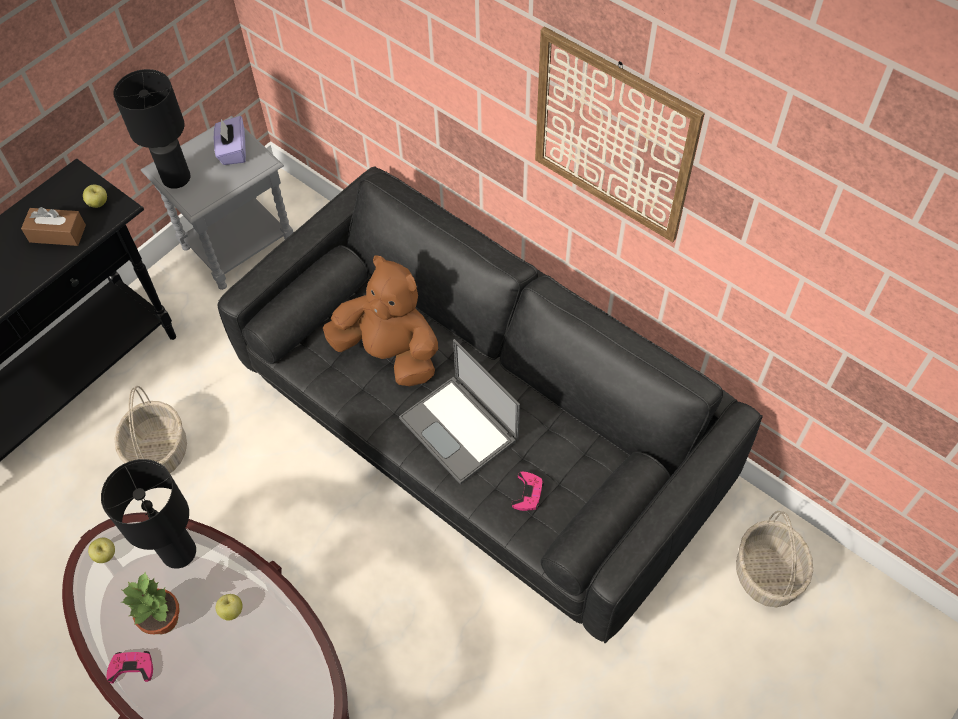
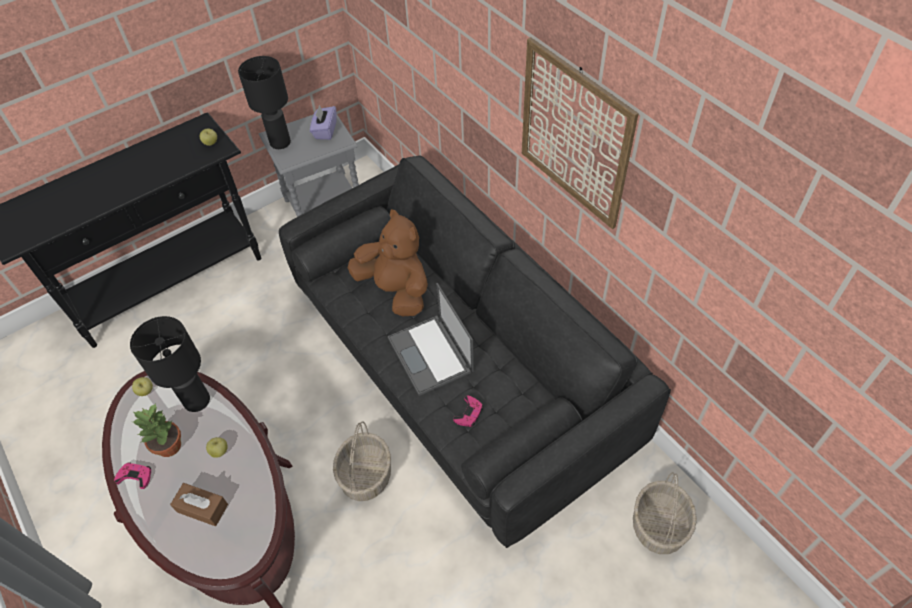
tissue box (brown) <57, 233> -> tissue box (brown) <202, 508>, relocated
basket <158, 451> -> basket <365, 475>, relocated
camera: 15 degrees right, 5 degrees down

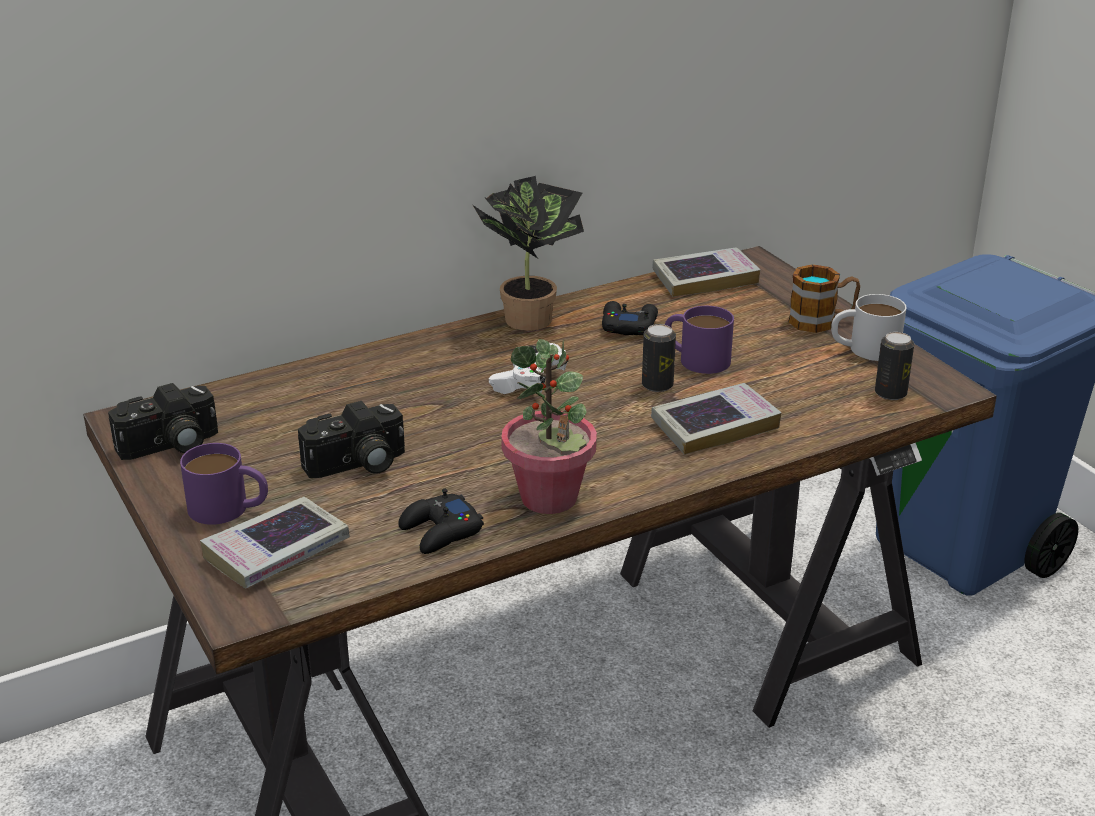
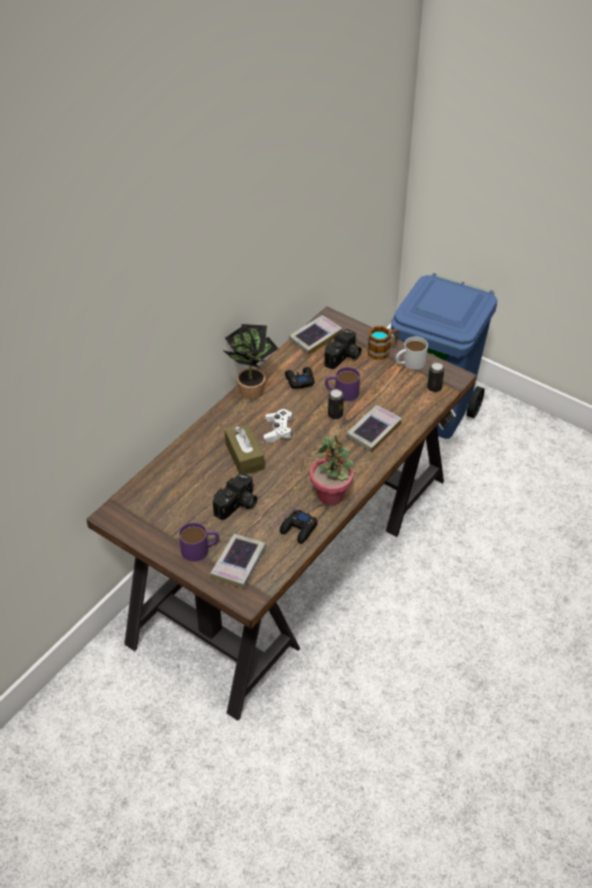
none -> tissue box (brown) <244, 456>
photo camera <170, 446> -> photo camera <344, 358>, relocated
camera: 25 degrees left, 15 degrees up

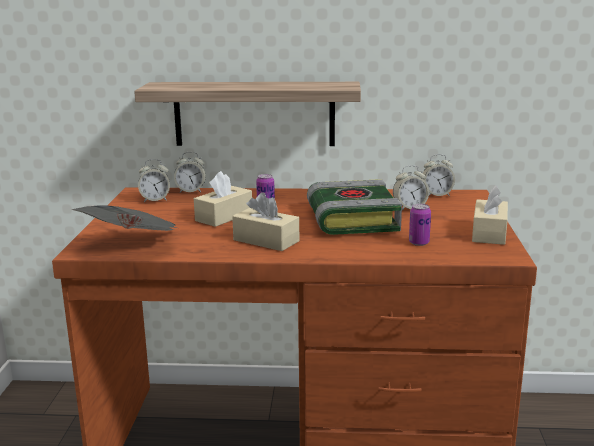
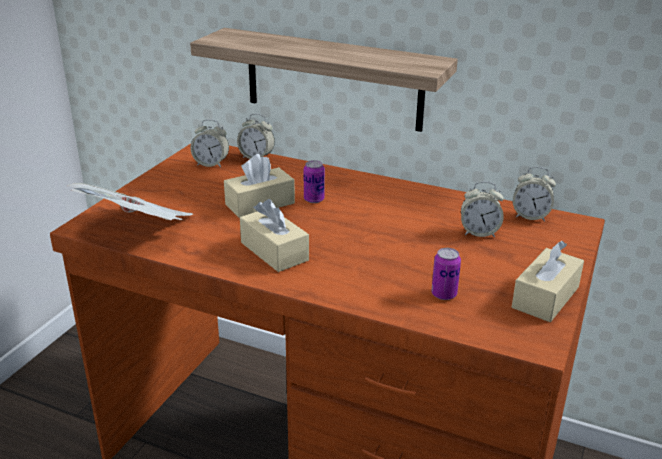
book <350, 219> -> none
camera: 20 degrees right, 10 degrees up

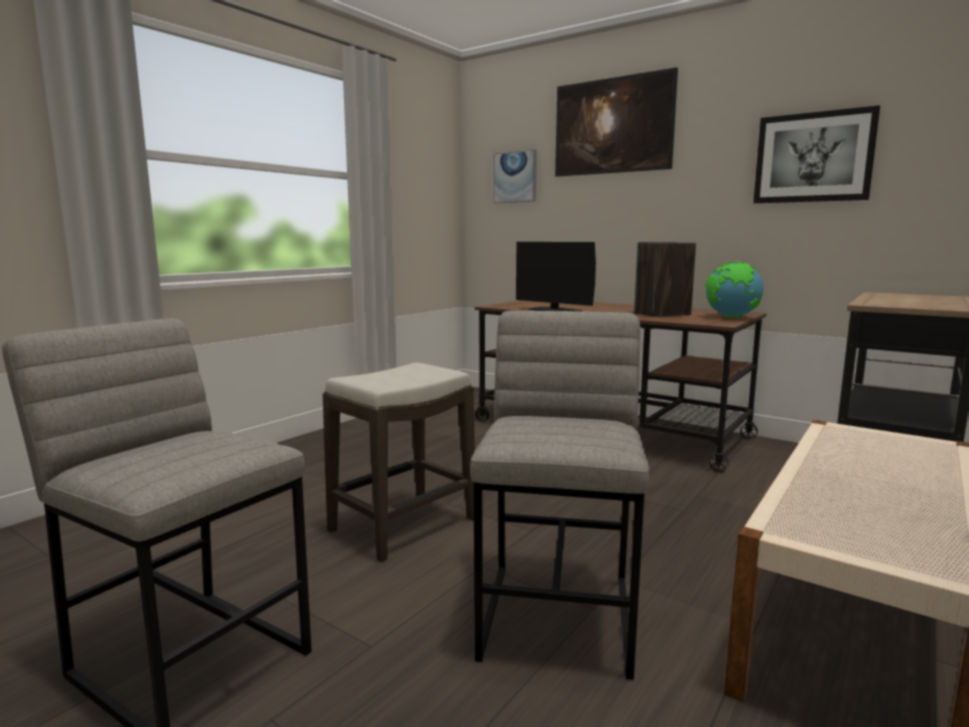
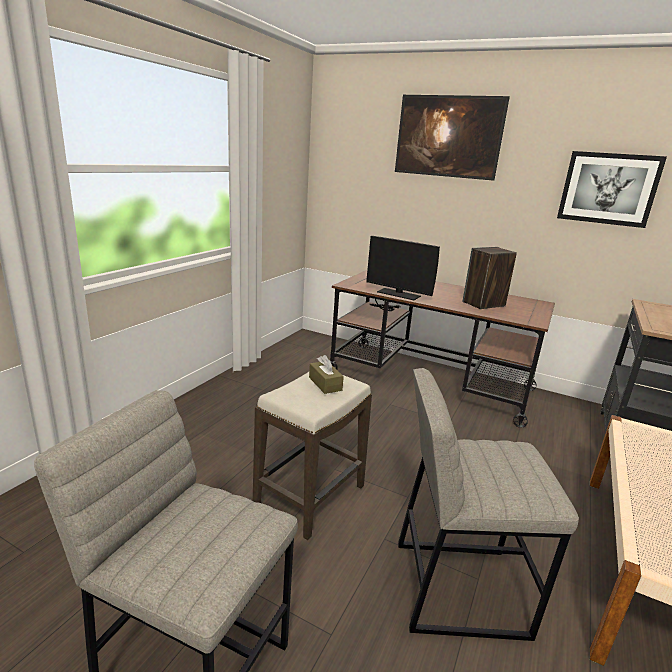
none -> tissue box (brown) <325, 384>
chair (grey) <557, 614> -> chair (grey) <455, 587>, 90 degrees counterclockwise
picture <515, 177> -> none
globe <731, 317> -> none
camera: 10 degrees left, 10 degrees up

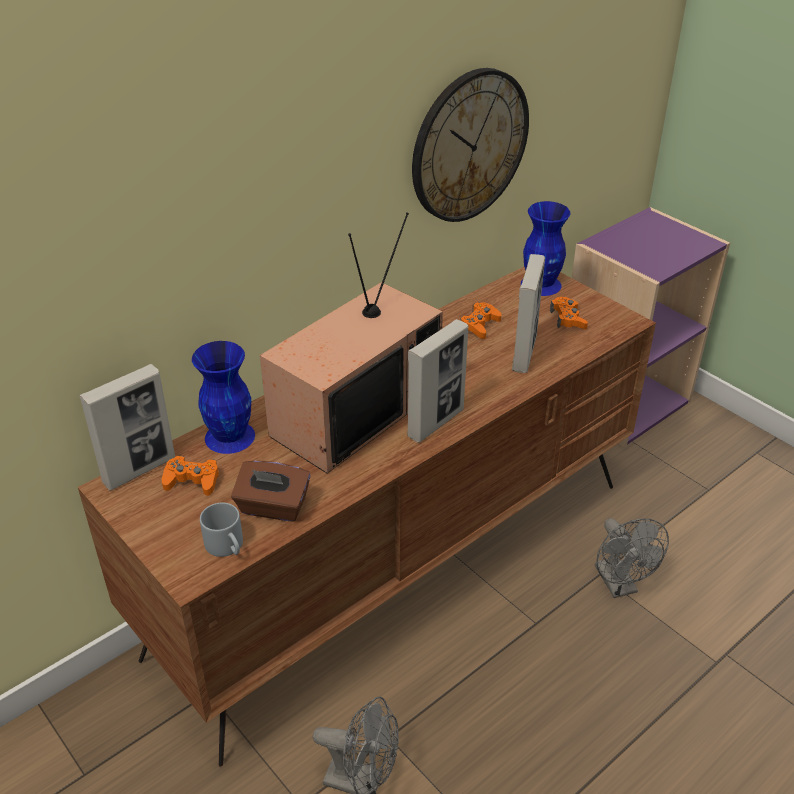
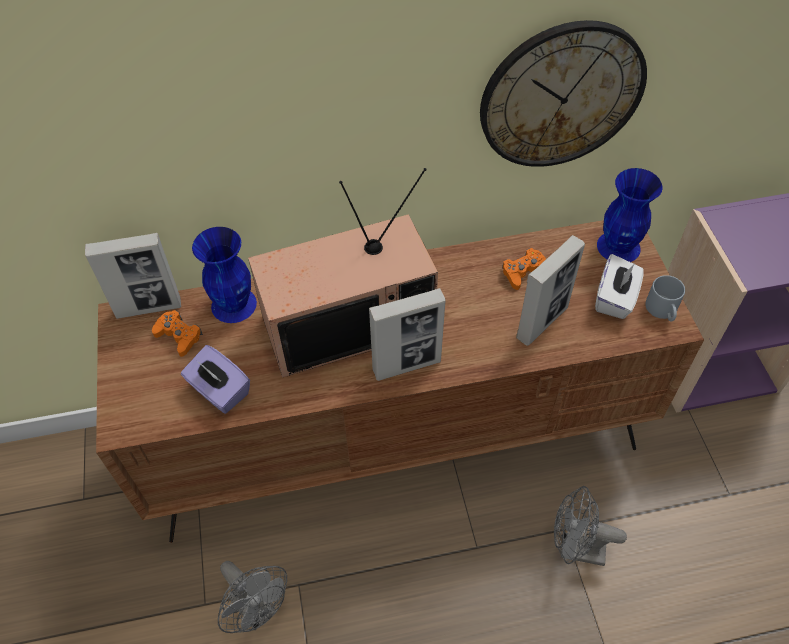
tissue box (brown) <273, 507> -> tissue box (purple) <219, 391>
fan (grey) <619, 585> -> fan (grey) <575, 549>, 90 degrees clockwise
game controller (orange) <568, 319> -> tissue box (white) <615, 299>
mug (grey) <228, 546> -> mug (grey) <663, 311>, relocated
camera: 30 degrees right, 15 degrees up

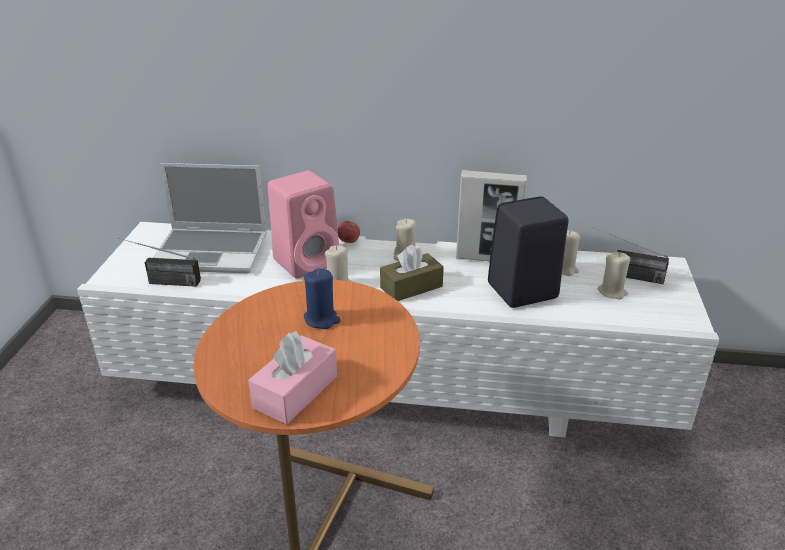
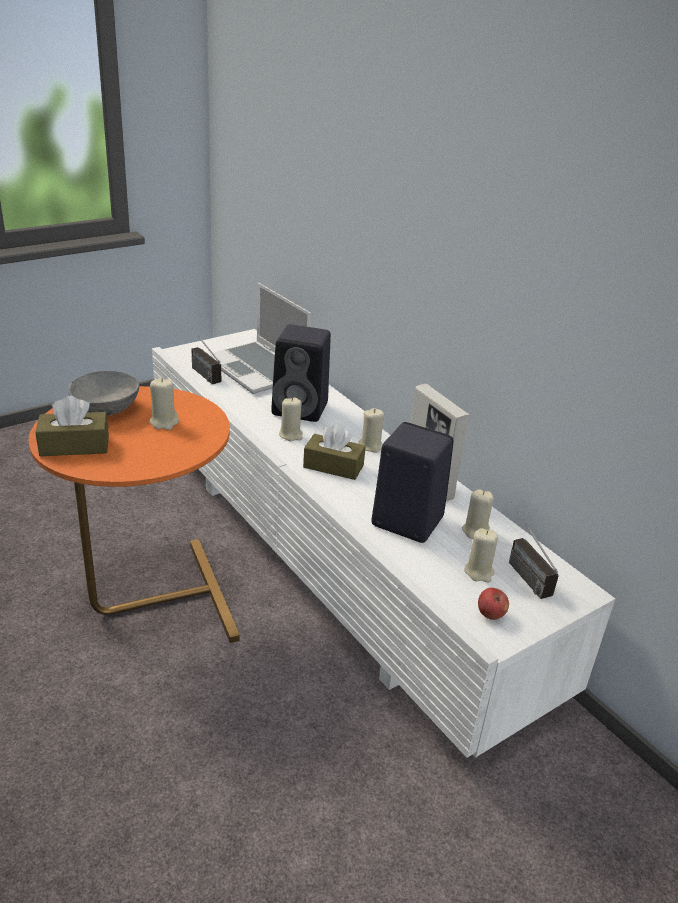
tissue box (pink) <295, 392> -> tissue box (brown) <74, 445>
none -> bowl (grey) <107, 408>
candle (blue) <322, 319> -> candle (beige) <164, 422>
speaker (pink) <308, 261> -> speaker (black) <302, 409>
apple <349, 241> -> apple <490, 614>, relocated
camera: 45 degrees right, 0 degrees up

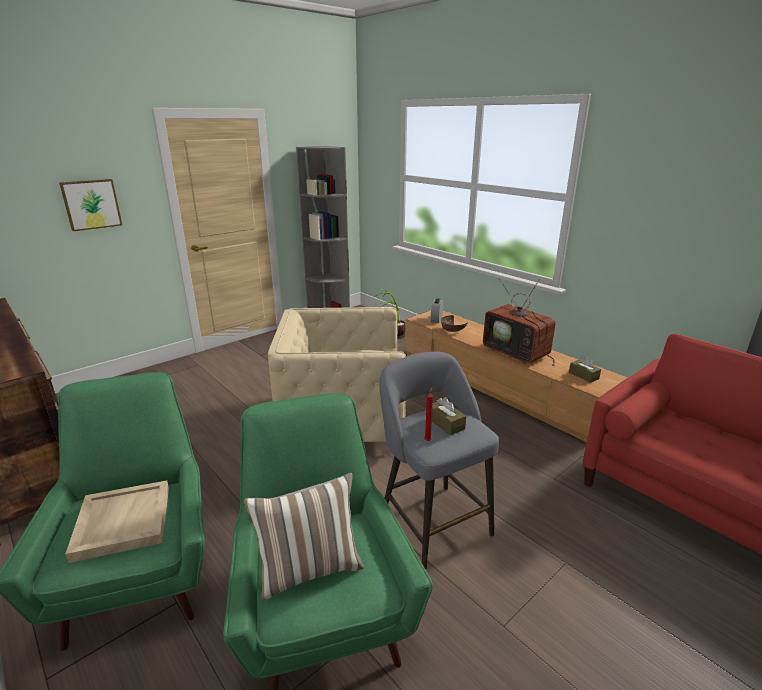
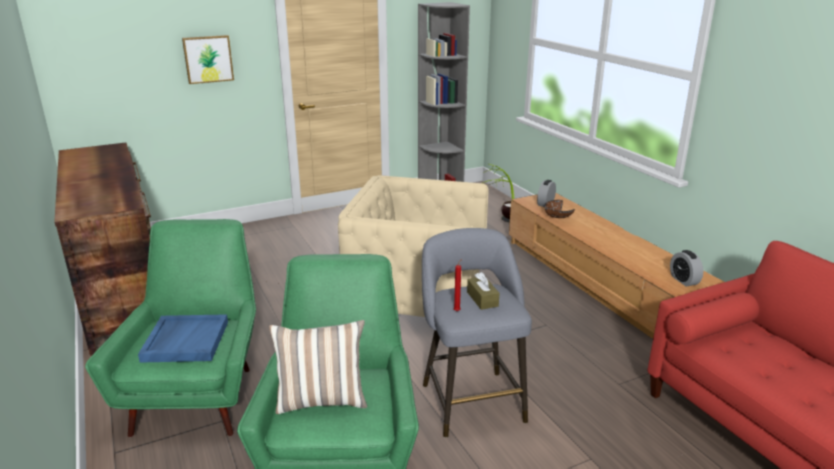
tray (beige) <122, 522> -> tray (blue) <185, 341>
tissue box (brown) <583, 375> -> alarm clock <683, 280>
television <518, 353> -> none
camera: 15 degrees right, 0 degrees up

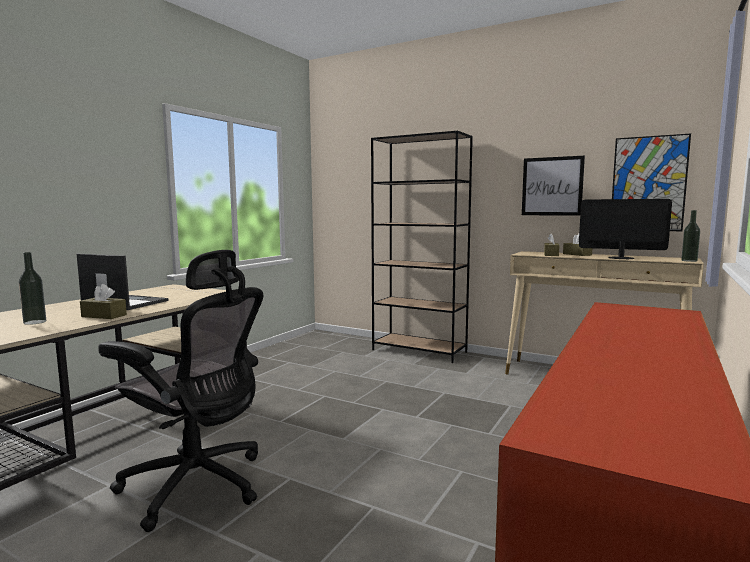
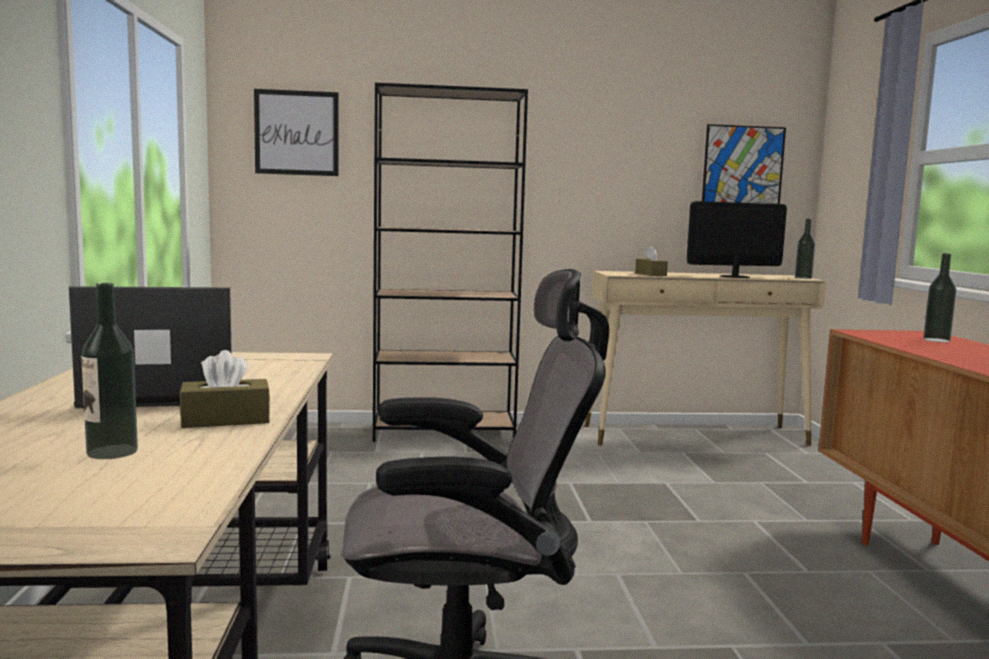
picture <552, 186> -> picture <297, 133>, relocated
none -> bottle <936, 340>
tissue box (brown) <577, 254> -> none
camera: 35 degrees left, 0 degrees up

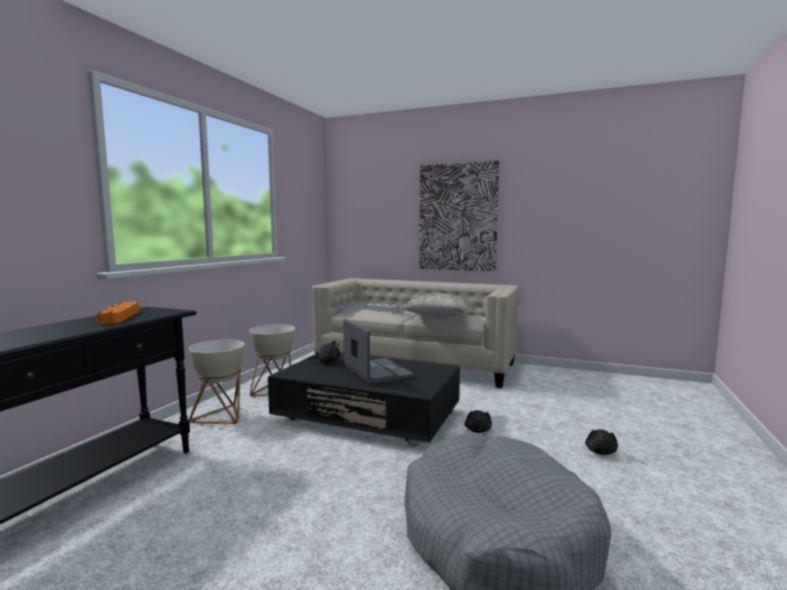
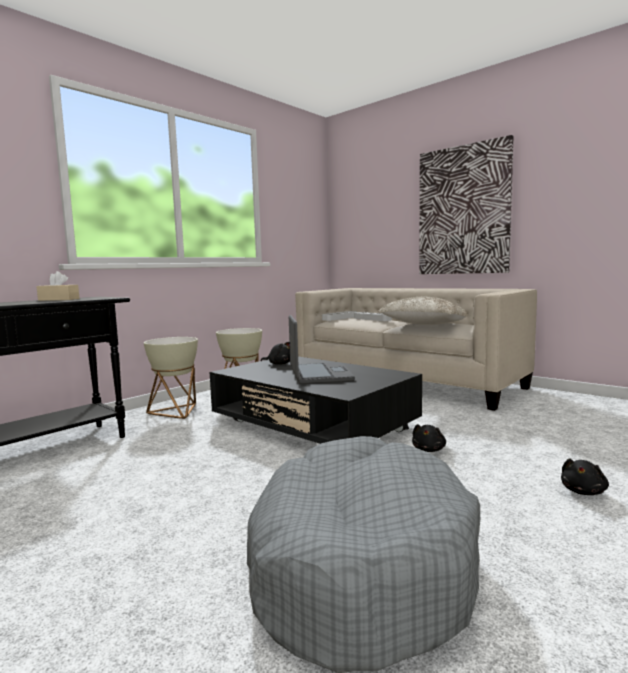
tray (orange) <119, 316> -> tissue box (beige) <59, 299>
camera: 20 degrees right, 0 degrees up

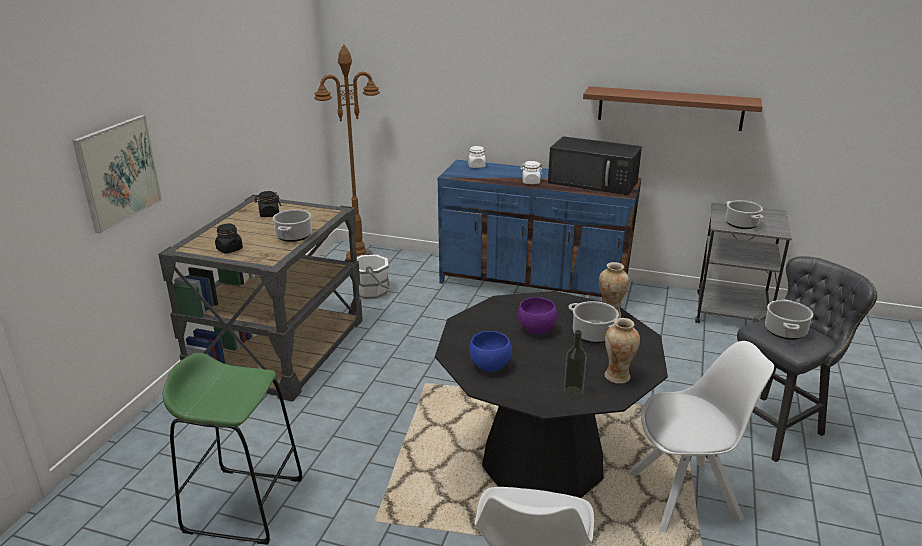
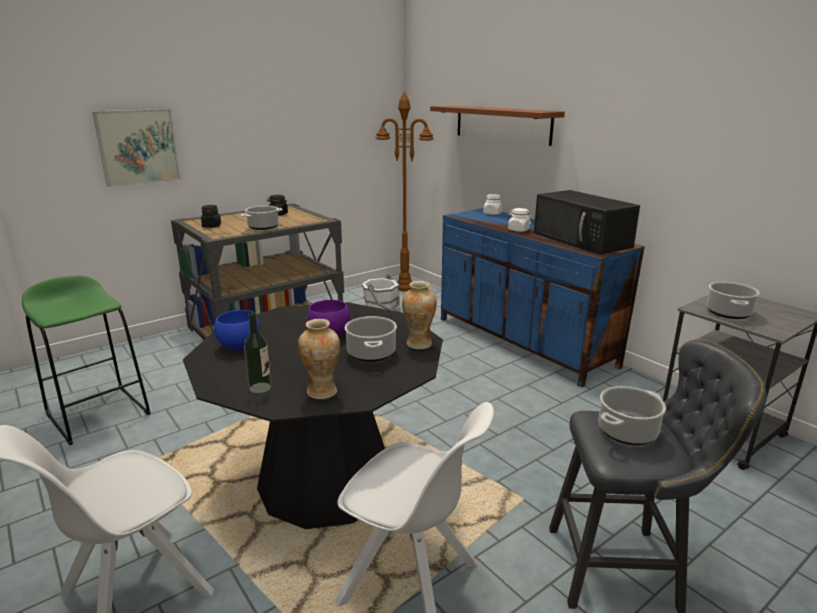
shelf (brown) <670, 108> -> shelf (brown) <502, 124>, relocated
camera: 35 degrees right, 5 degrees down

